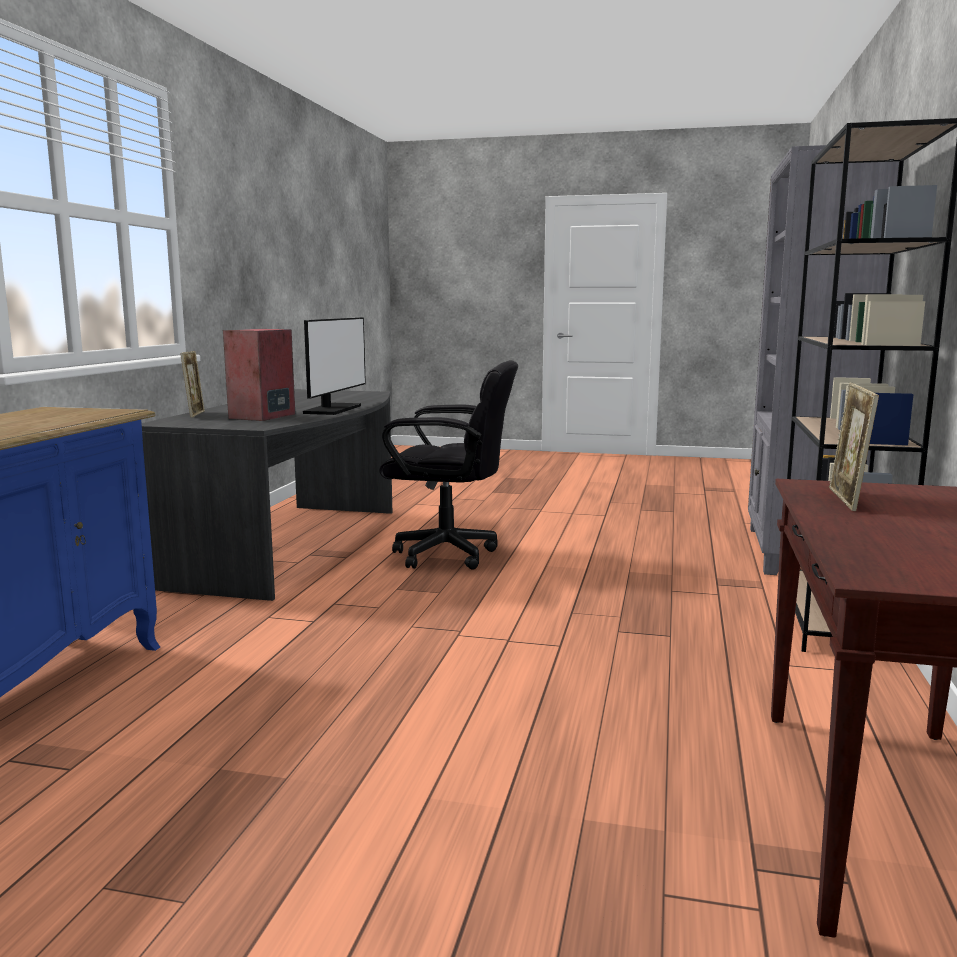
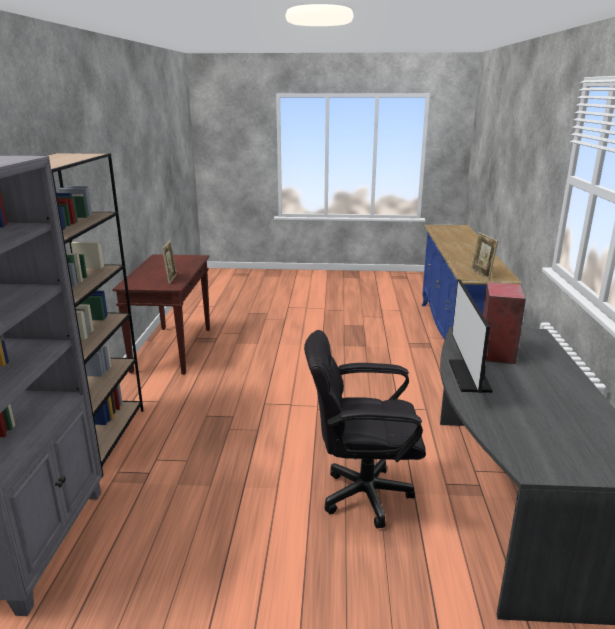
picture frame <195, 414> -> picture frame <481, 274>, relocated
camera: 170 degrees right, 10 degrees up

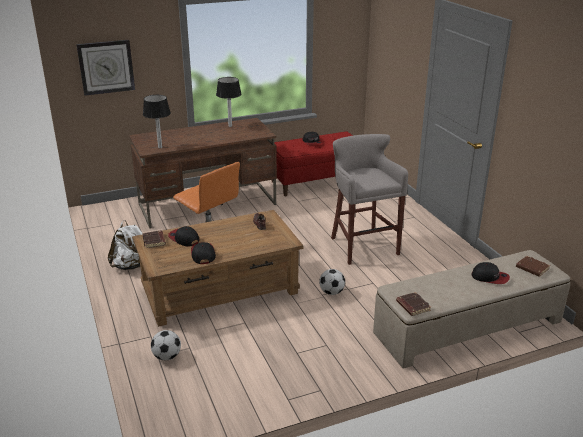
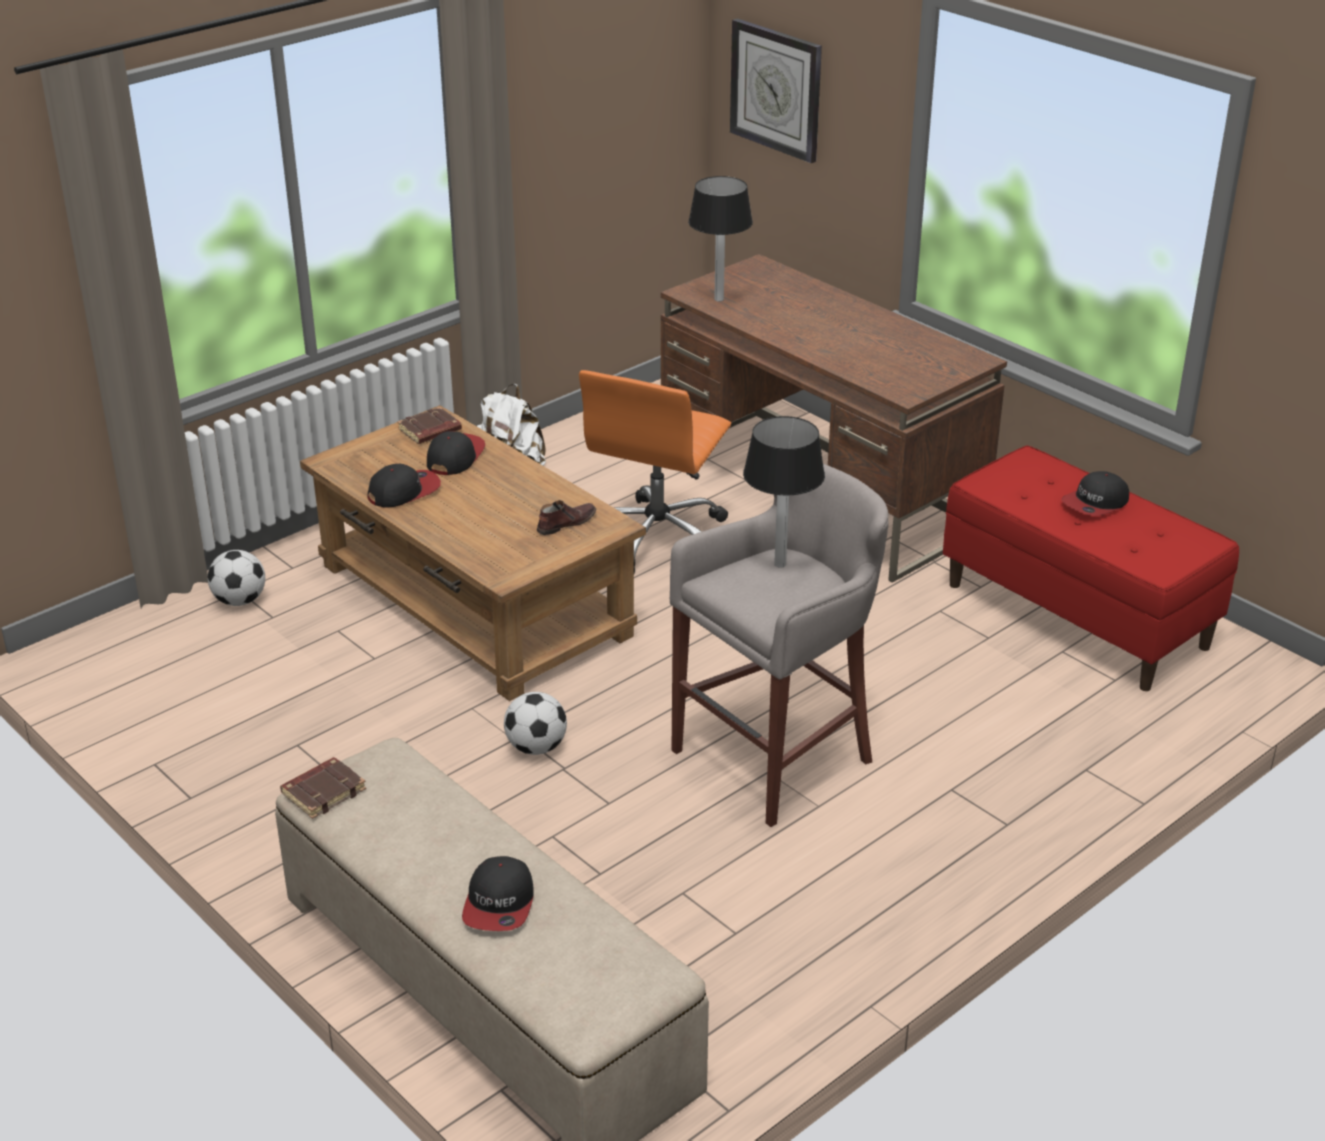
table lamp <230, 126> -> table lamp <781, 564>, relocated
book (brown) <531, 268> -> none
camera: 70 degrees right, 5 degrees up

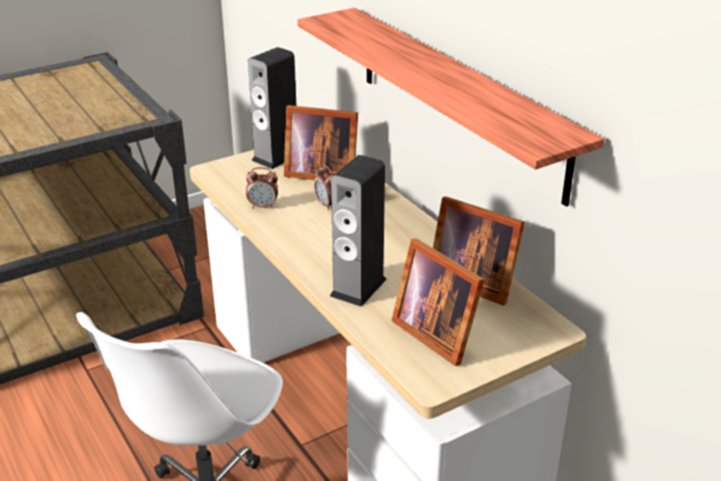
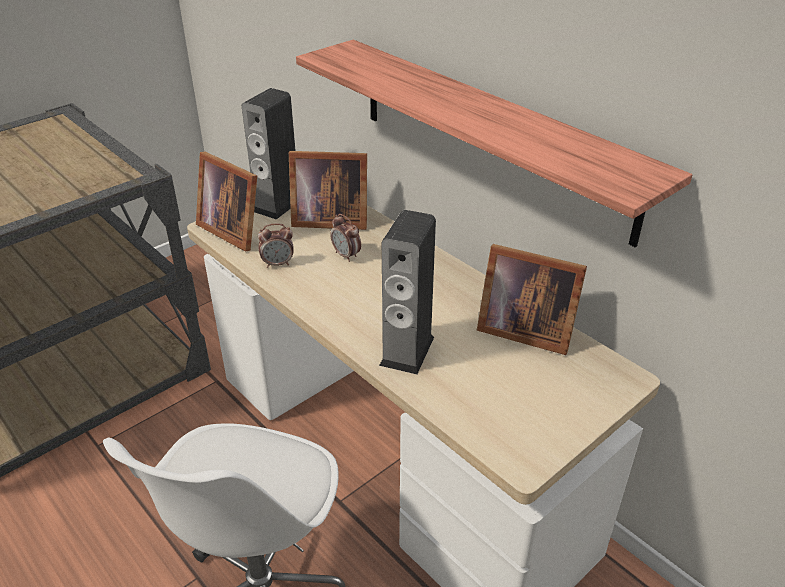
picture frame <436, 332> -> picture frame <233, 229>, relocated
camera: 10 degrees left, 5 degrees up

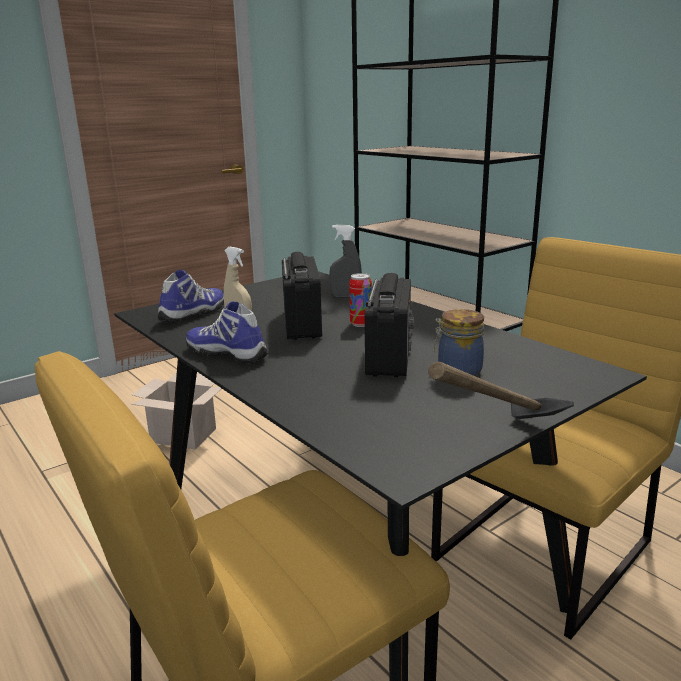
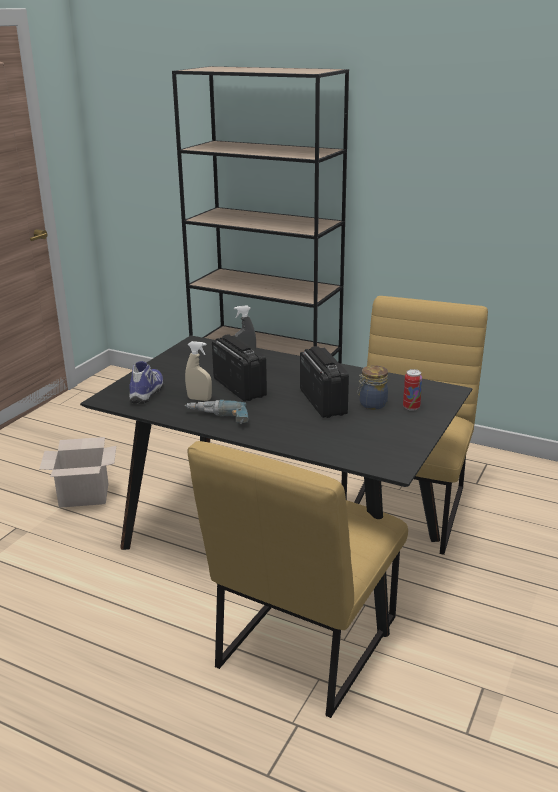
shoe <228, 353> -> power drill <216, 420>
can <360, 324> -> can <411, 407>, relocated
hammer <500, 449> -> none
camera: 25 degrees left, 5 degrees up

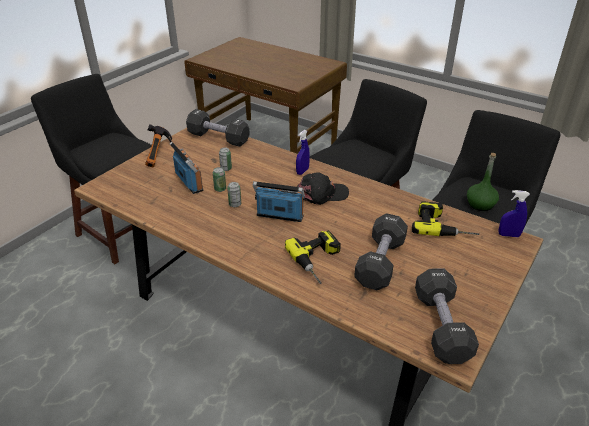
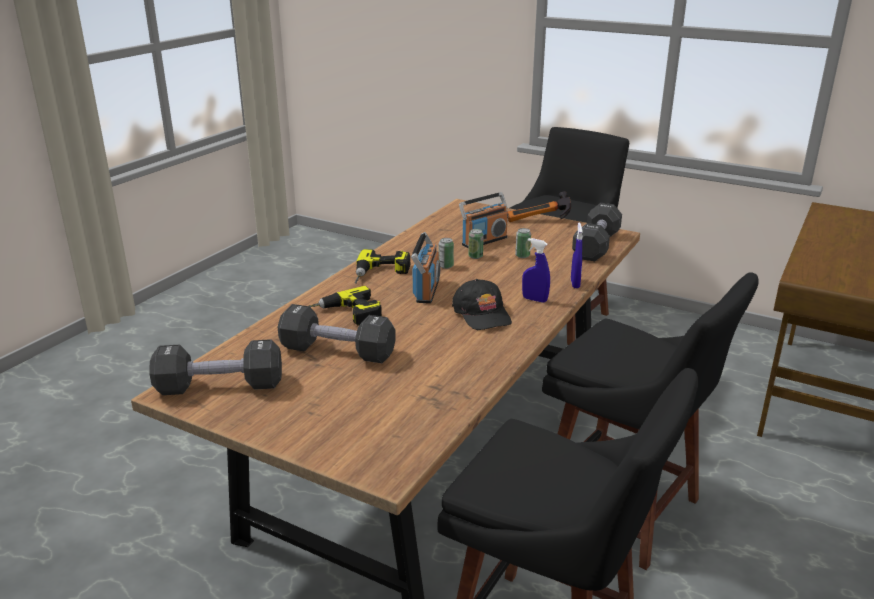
power drill <443, 225> -> power drill <381, 274>, relocated
spray bottle (blue) <508, 235> -> spray bottle (blue) <575, 284>, relocated
bottle (green) <480, 204> -> none
camera: 85 degrees right, 10 degrees down

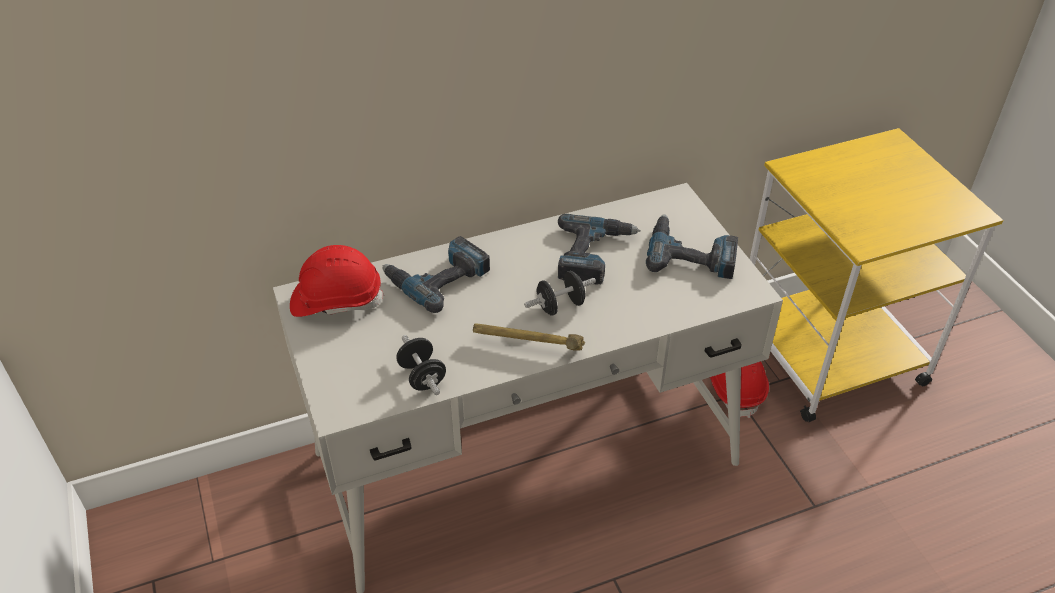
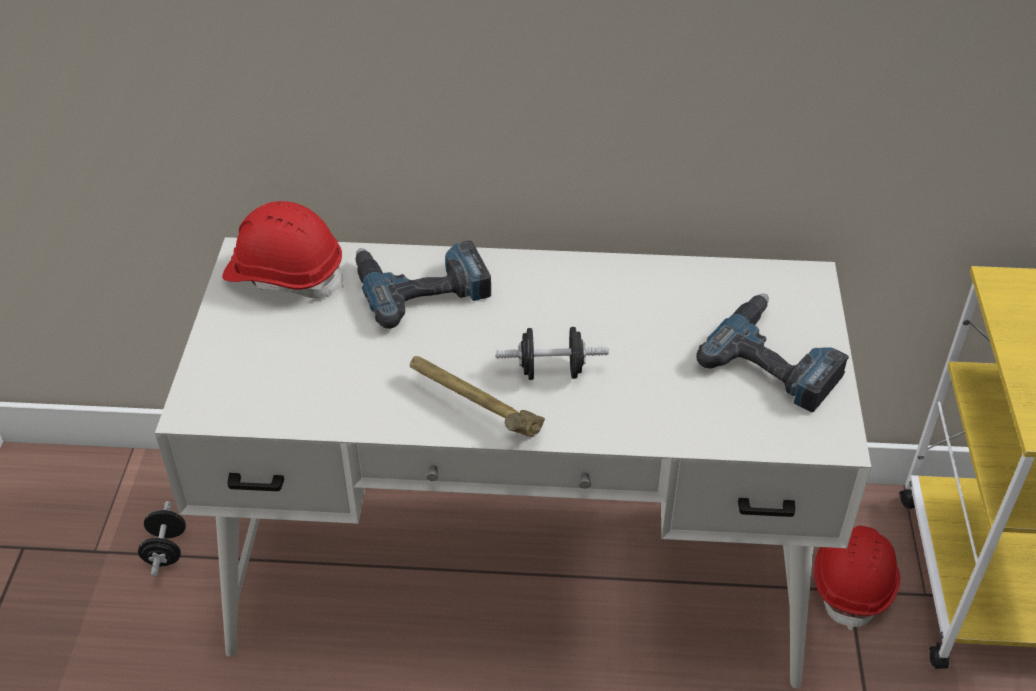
dumbbell (black) <422, 377> -> dumbbell (black) <166, 550>, relocated
power drill <593, 255> -> none
camera: 25 degrees right, 0 degrees up

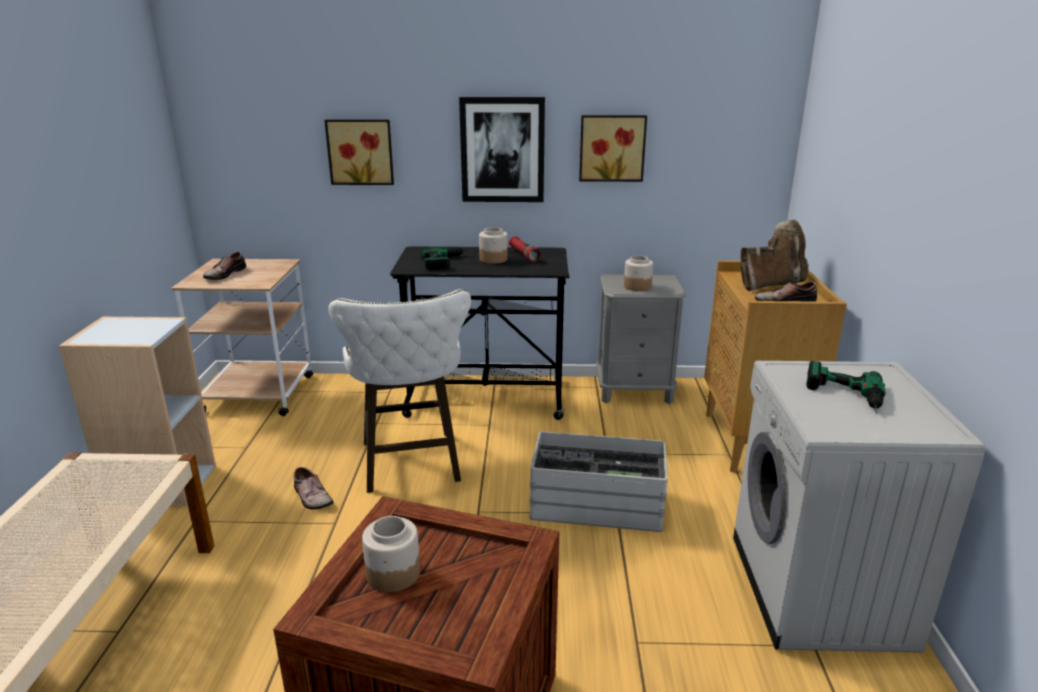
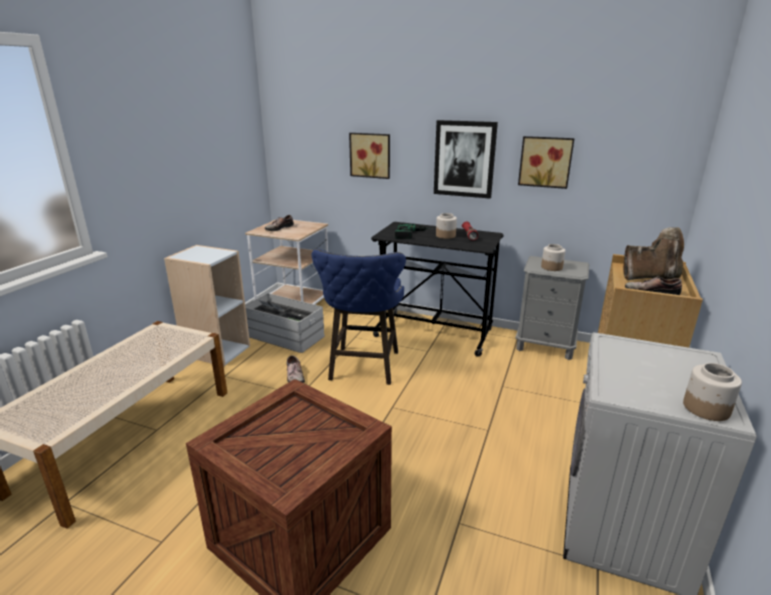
storage box (grey) <596, 504> -> storage box (grey) <284, 336>, relocated
stool (white) <410, 464> -> stool (blue) <363, 367>
jar <392, 573> -> jar <705, 408>, relocated
power drill <844, 397> -> none
camera: 20 degrees right, 0 degrees up

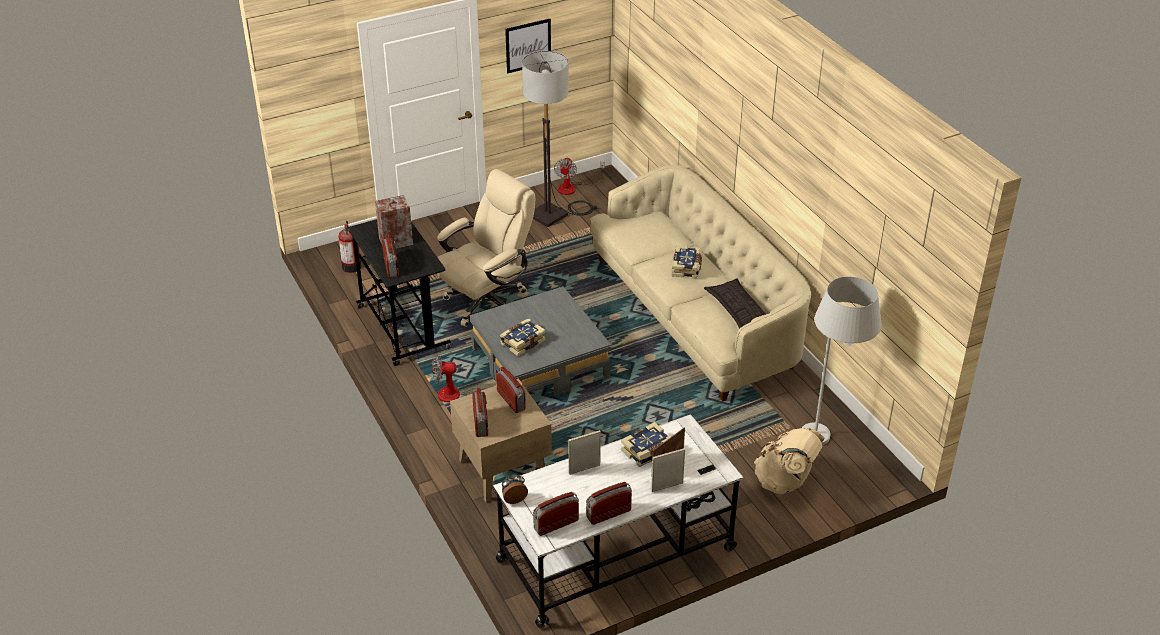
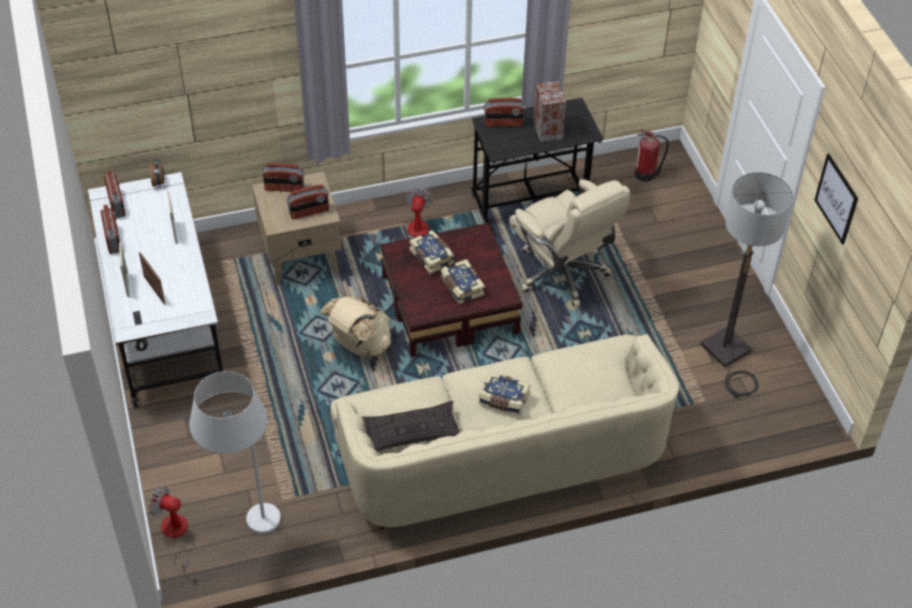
fan <573, 187> -> fan <176, 535>, relocated
backpack (beige) <785, 482> -> backpack (beige) <359, 344>, relocated
coffee table (grey) <541, 362> -> coffee table (brown) <449, 305>
book <648, 451> -> book <461, 287>, relocated
camera: 100 degrees right, 10 degrees up

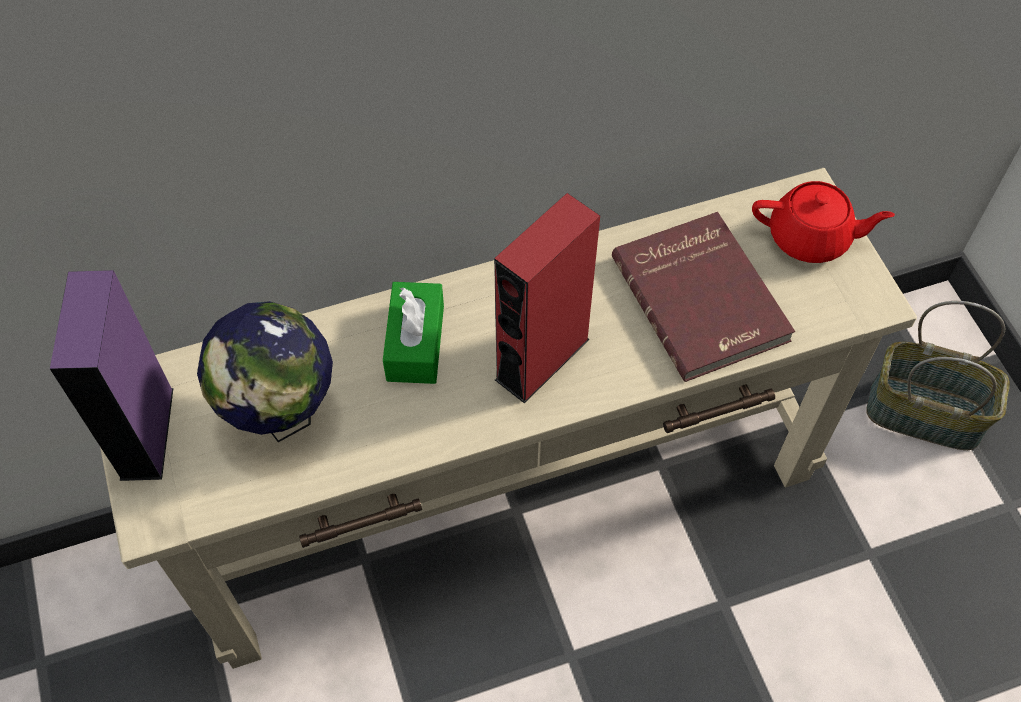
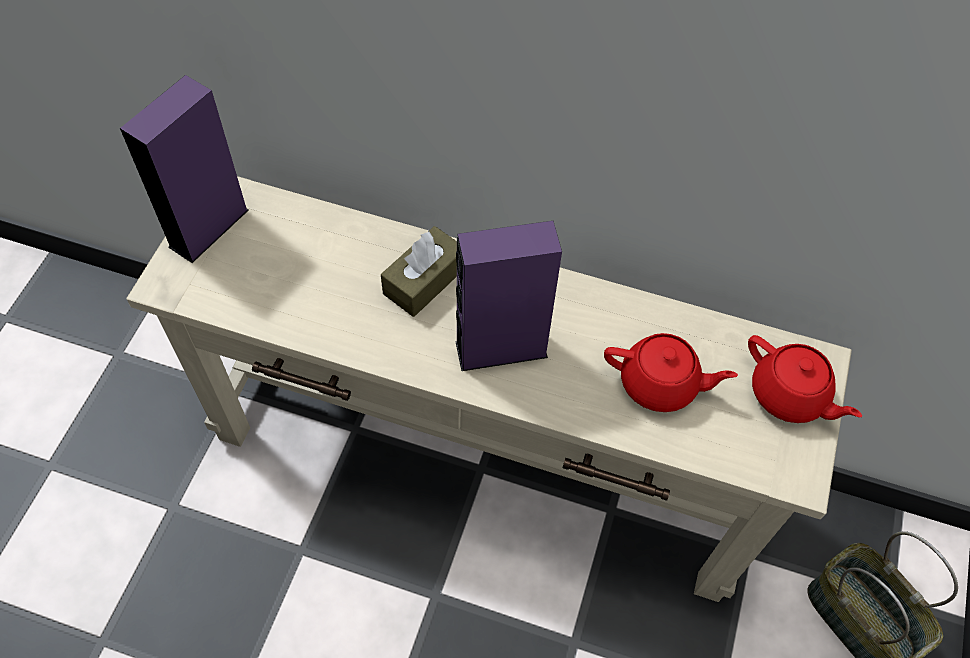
tissue box (green) <415, 343> -> tissue box (brown) <424, 281>
speaker (red) <542, 359> -> speaker (purple) <501, 349>
book (red) <702, 298> -> teapot (red) <660, 384>
globe <282, 416> -> none
camera: 35 degrees right, 0 degrees up

